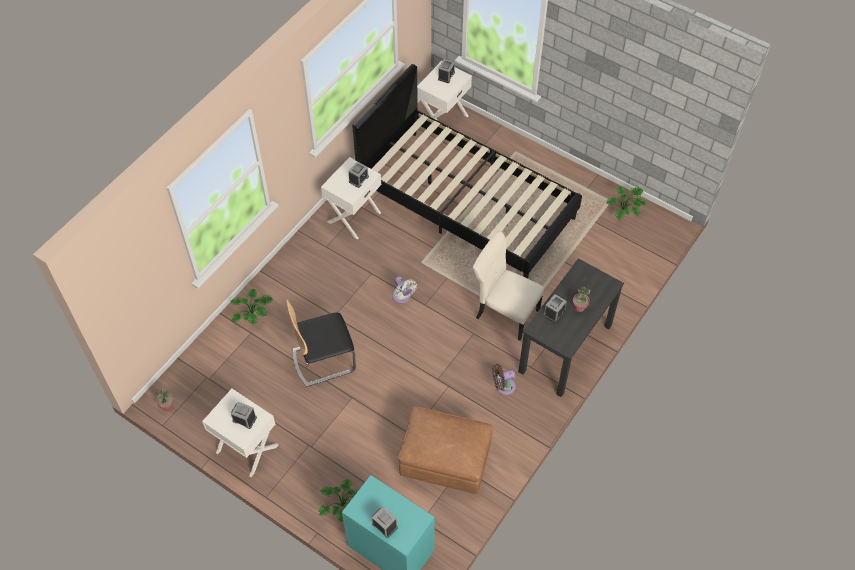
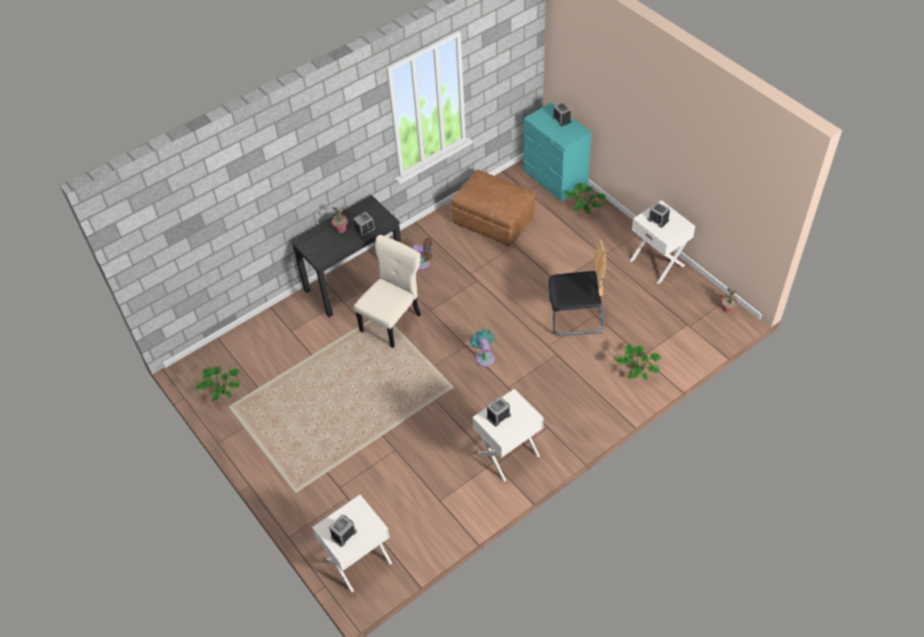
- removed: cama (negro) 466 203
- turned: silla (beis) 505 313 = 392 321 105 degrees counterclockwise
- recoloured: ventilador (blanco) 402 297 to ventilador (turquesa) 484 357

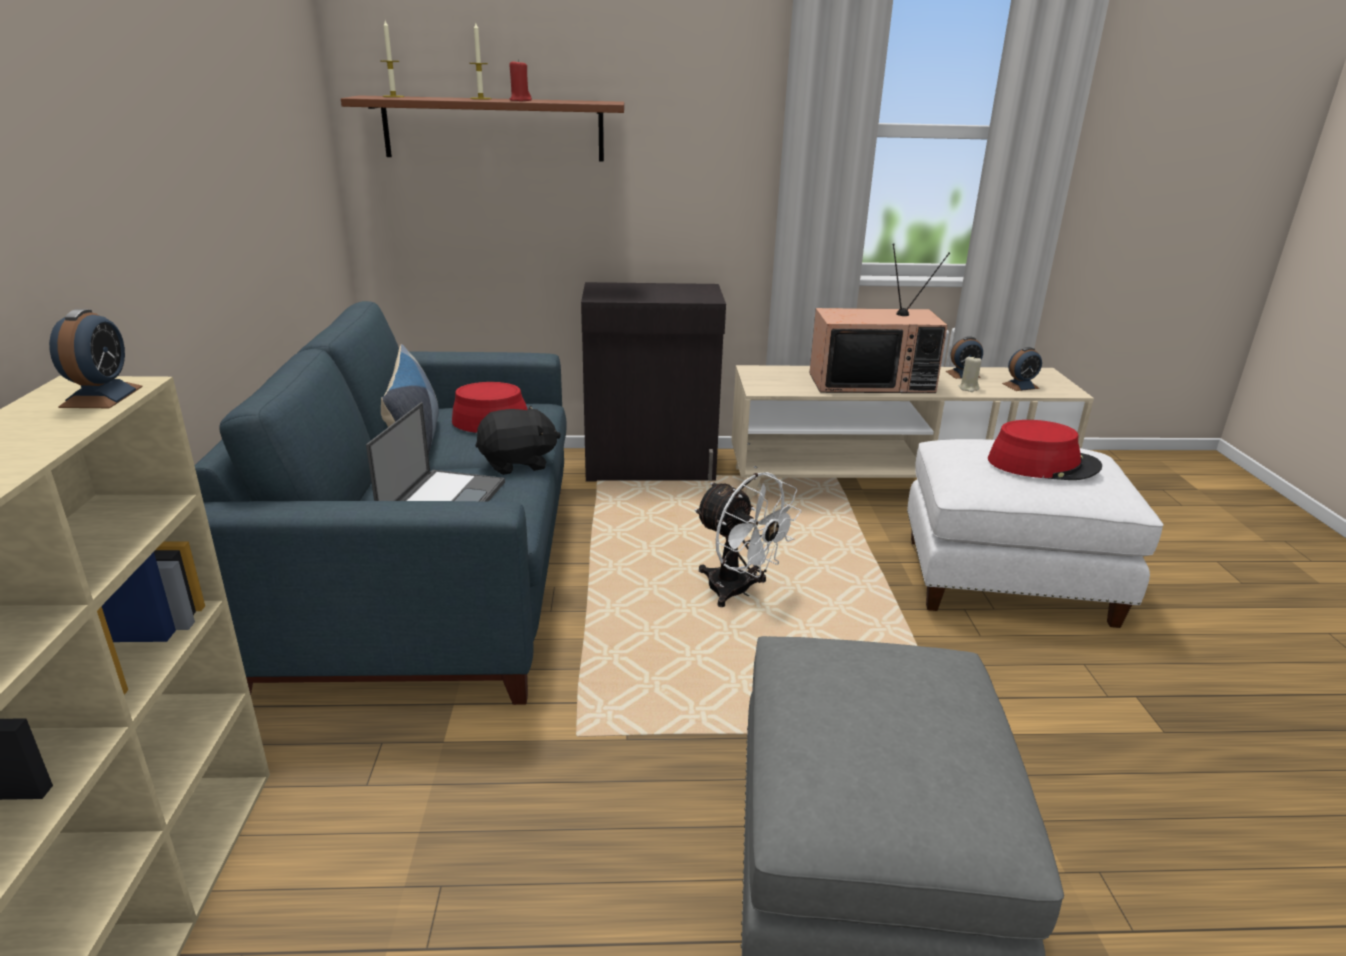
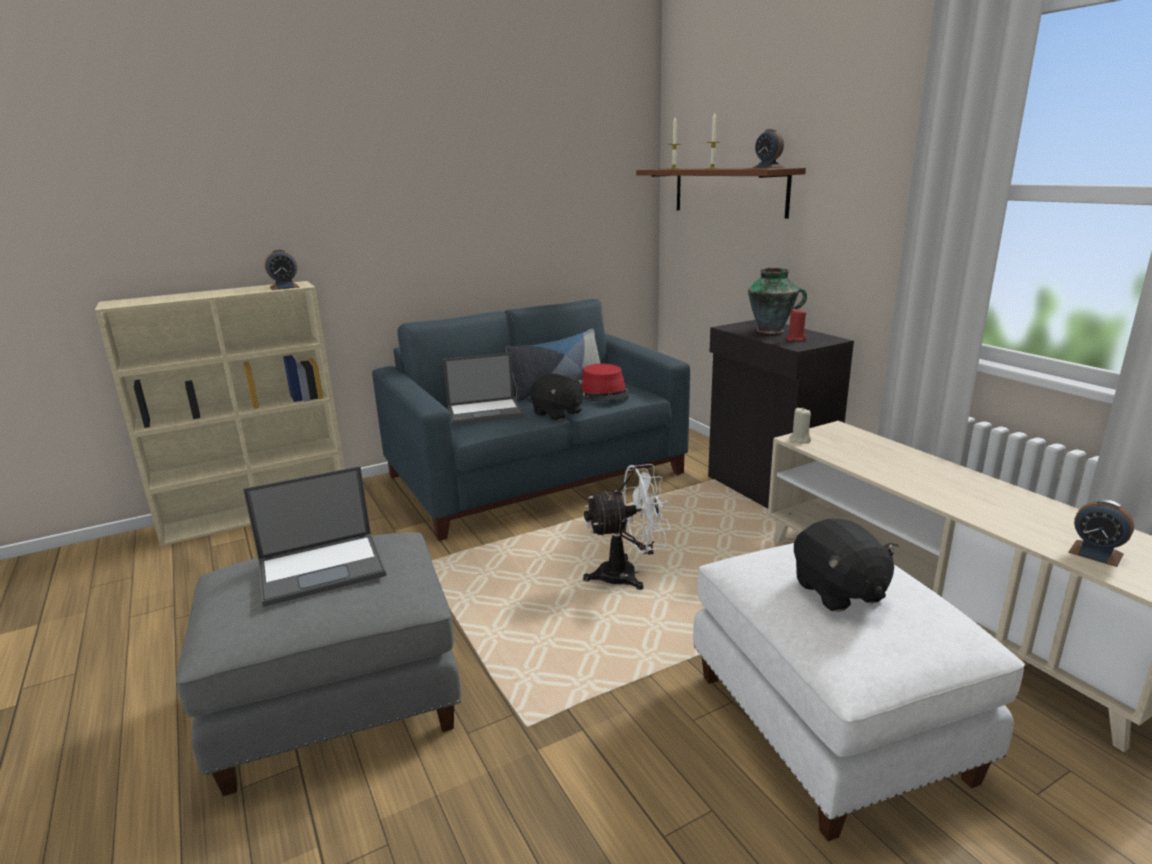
- moved: vela (rojo) 520 100 to 795 339
- removed: televisor 872 382
- moved: despertador 963 374 to 768 167
- moved: vela (beis) 968 388 to 799 440
- replaced: sombrero (rojo) 1043 464 to peluche (negro) 838 591
- turned: ventilador (blanco) 738 591 = 628 575 120 degrees counterclockwise
- added: florero 772 330
- added: portátil 323 567

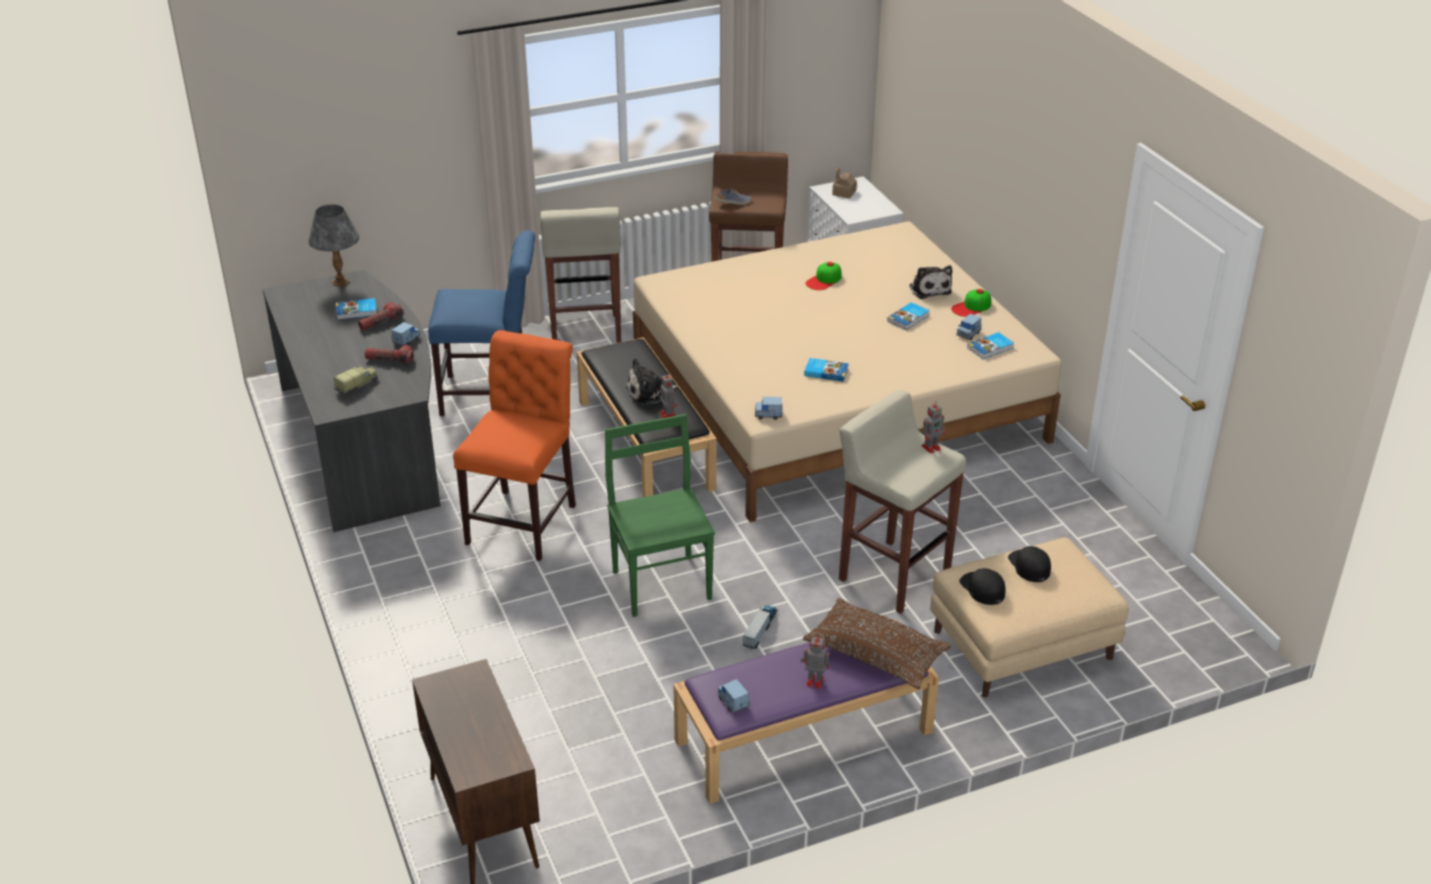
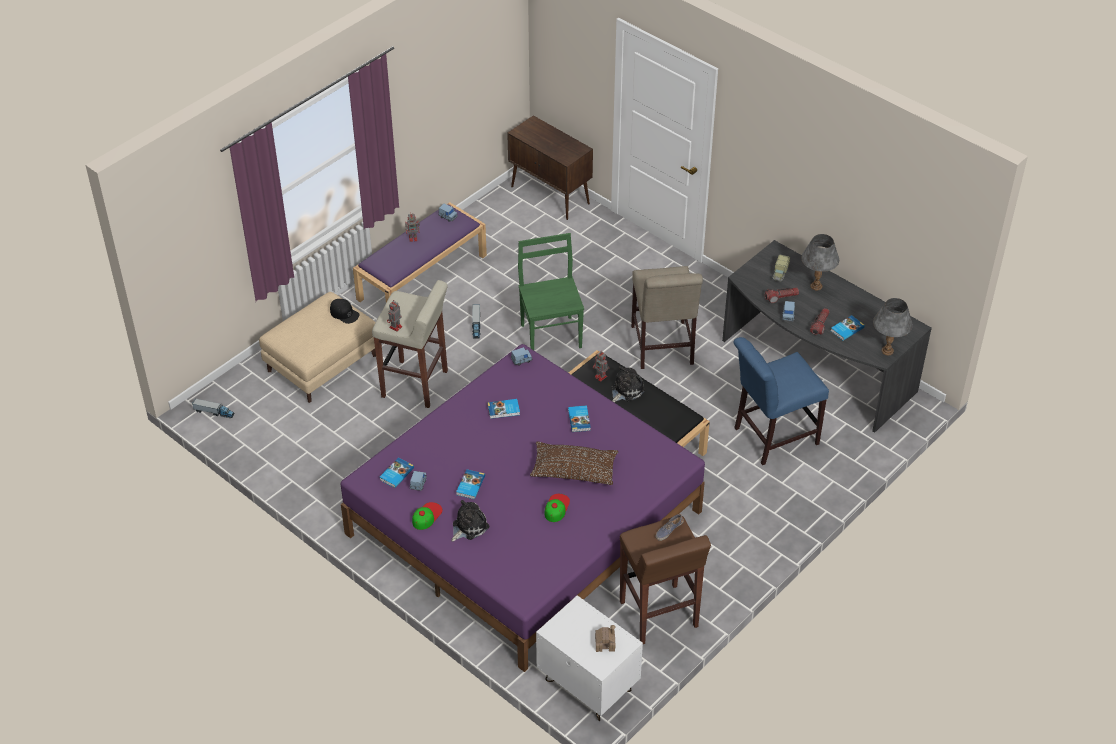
- removed: taburete (beis) 585 333
- recoloured: cama (beis) 835 398 to cama (morado) 524 522
- turned: peluche 929 289 = 468 526 90 degrees clockwise
- recoloured: silla (naranja) 525 520 to silla (beis) 662 348
- turned: silla (verde) 661 583 = 551 335 150 degrees counterclockwise
- removed: gorra (negro) 1029 565
- moved: cojín (marrón) 876 655 to 574 470
- added: lámpara de mesa (gris) 816 286
- added: camión de juguete 214 412
- added: libro 579 420

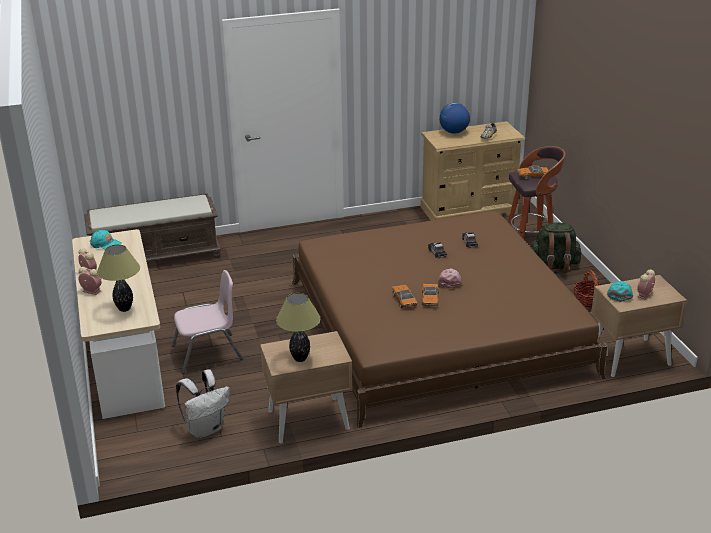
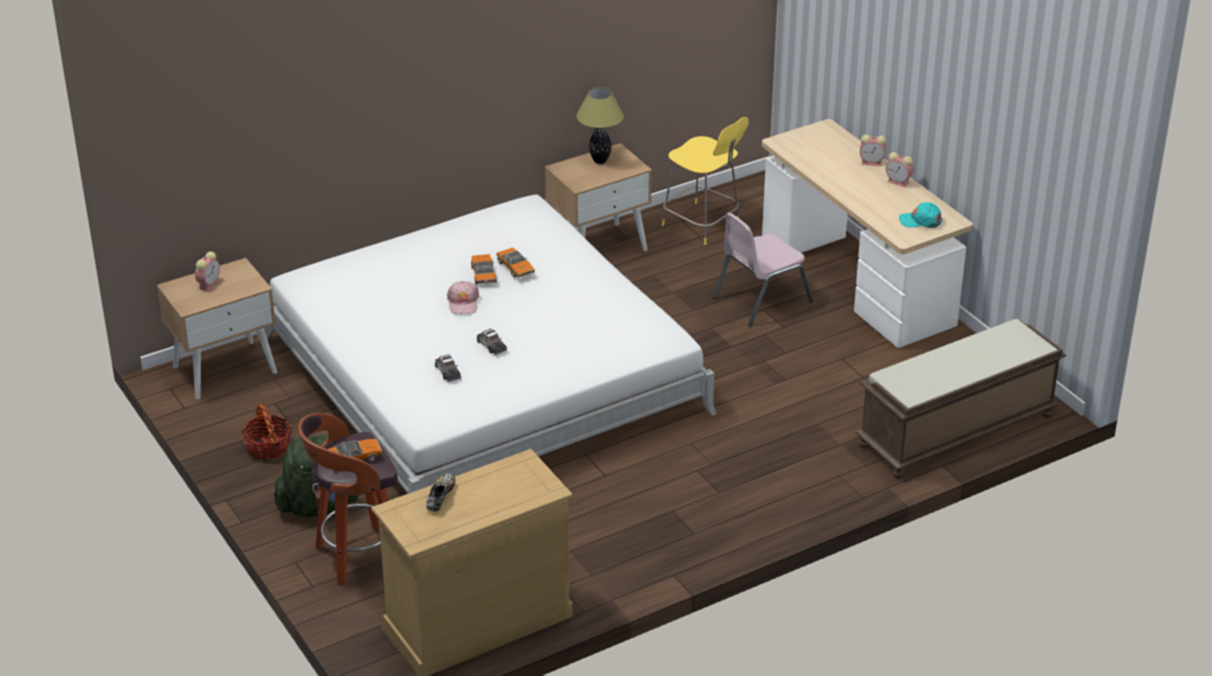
- removed: globo terráqueo 454 132
- recoloured: cama (marrón) 437 327 to cama (blanco) 482 375
- removed: lámpara de mesa 124 308
- removed: gorra (turquesa) 619 293
- replaced: mochila (blanco) 206 428 to taburete (amarillo) 702 225

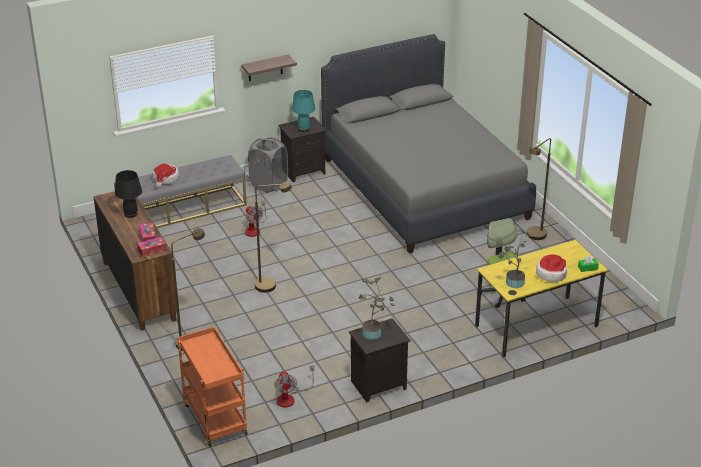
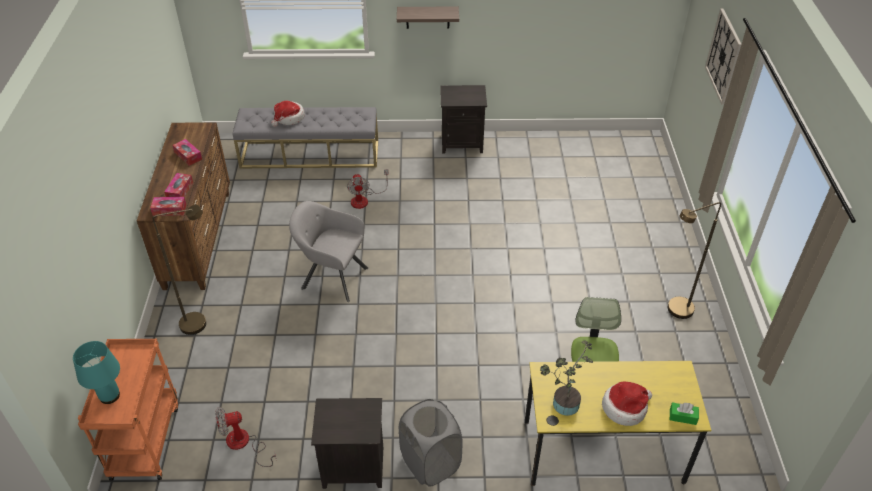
- removed: cama (gris) 424 188
- moved: lámpara de mesa (turquesa) 304 129 to 110 396
- moved: cesto de la ropa (gris) 269 184 to 430 463
- replaced: lámpara de mesa (negro) 131 214 to caja de pañuelos 188 156
- replaced: lámpara de pie (marrón) 271 285 to sillón (gris) 332 277
- removed: planta en maceta 374 333
- turned: ventilador 290 397 = 244 444 60 degrees clockwise
- added: reloj de pared 723 56

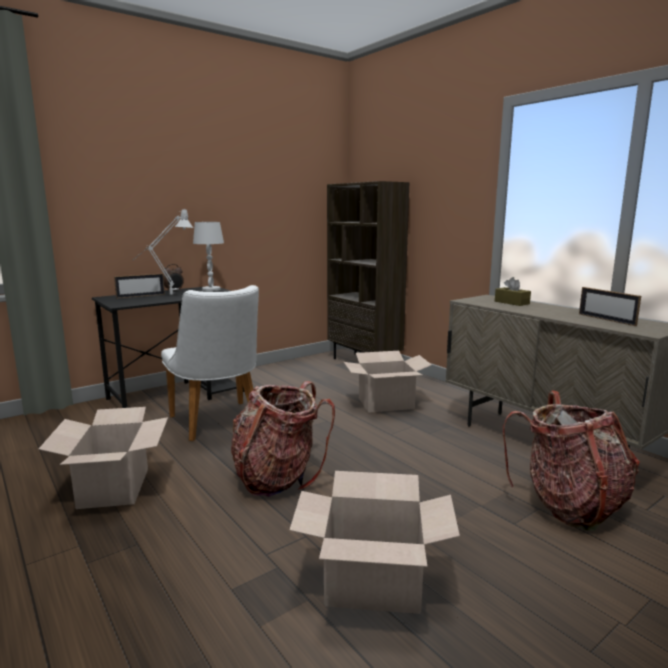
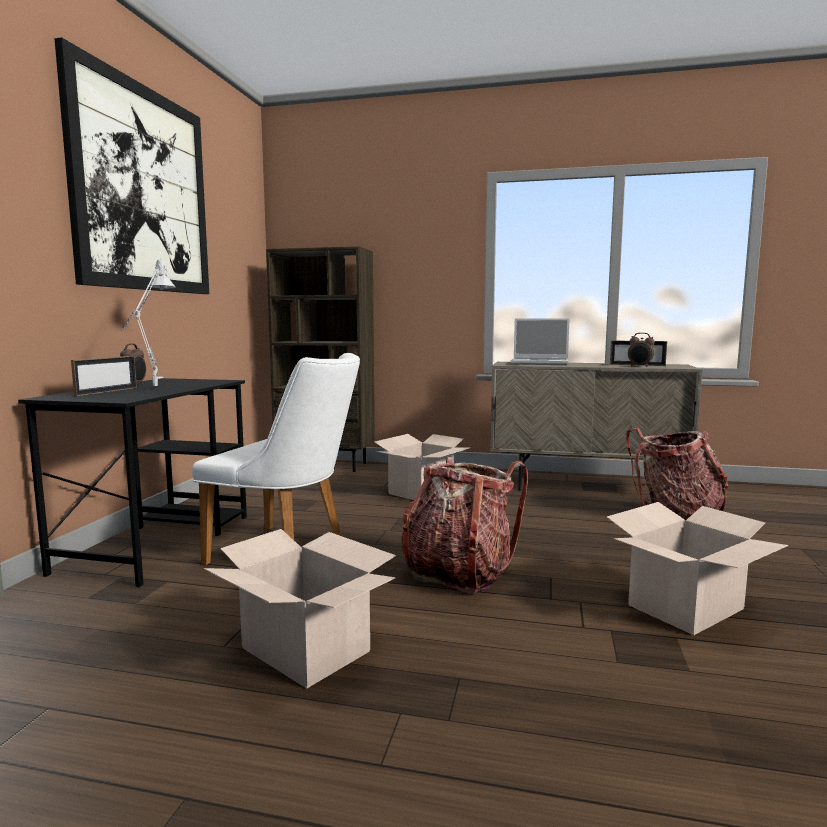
- removed: lámpara de mesa (blanco) 211 289
- replaced: caja de pañuelos (marrón) 511 302 to portátil 540 363
- added: cuadro 143 190
- added: despertador 640 366

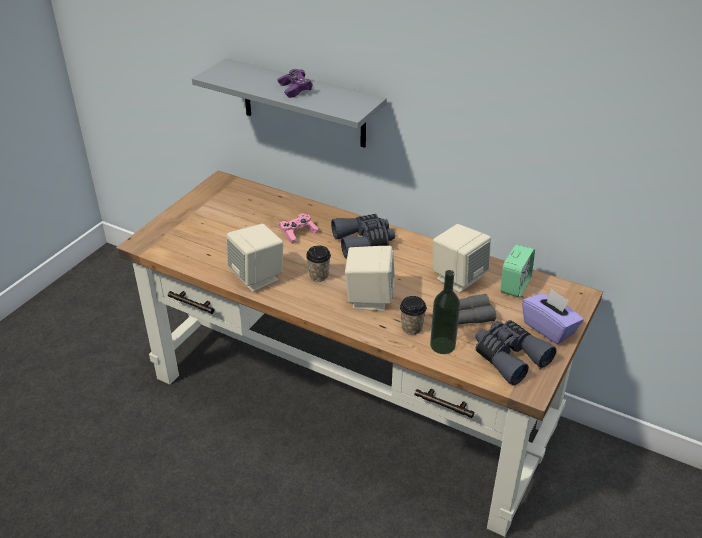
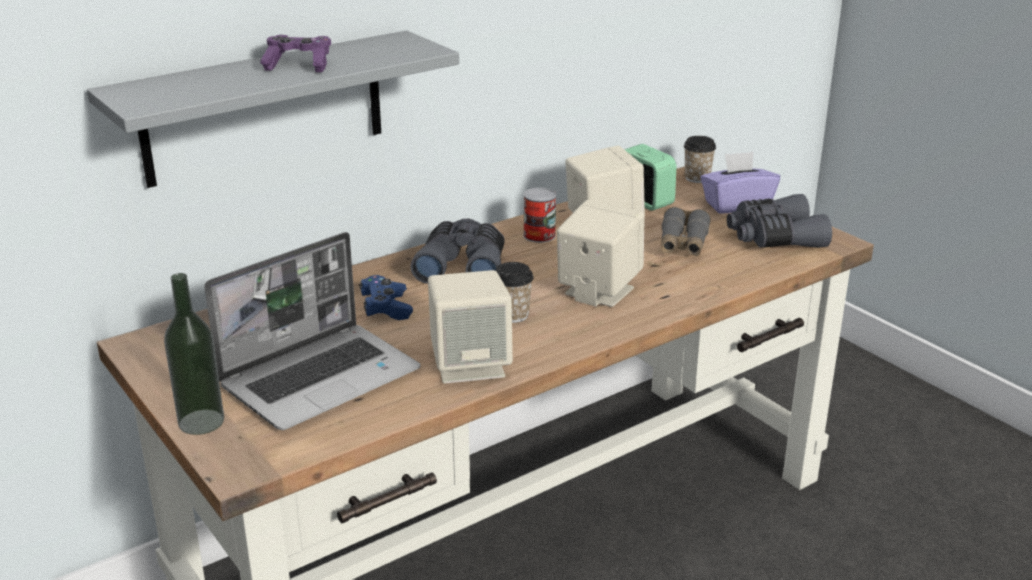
- recoloured: mando de consola (rosa) 298 233 to mando de consola (azul) 386 308
- moved: botella 442 345 to 201 422
- moved: taza 411 328 to 697 178
- added: lata 539 235
- added: portátil 321 377

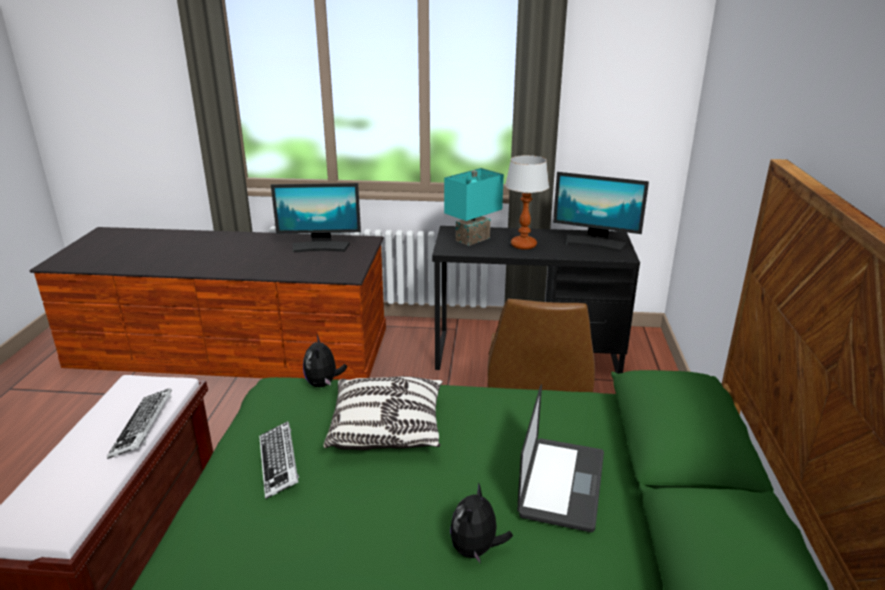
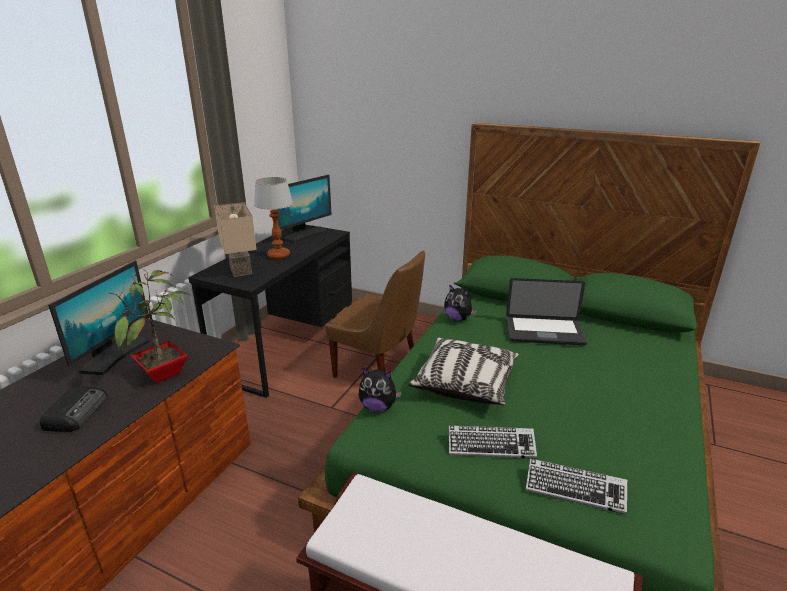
- recoloured: lámpara de mesa (turquesa) 472 238 to lámpara de mesa (beis) 239 270
- turned: portátil 562 484 = 544 332 150 degrees clockwise
- moved: teclado 143 427 to 574 490
- moved: peluche 476 550 to 458 319
- added: planta en maceta 164 375
- added: radio 77 412

